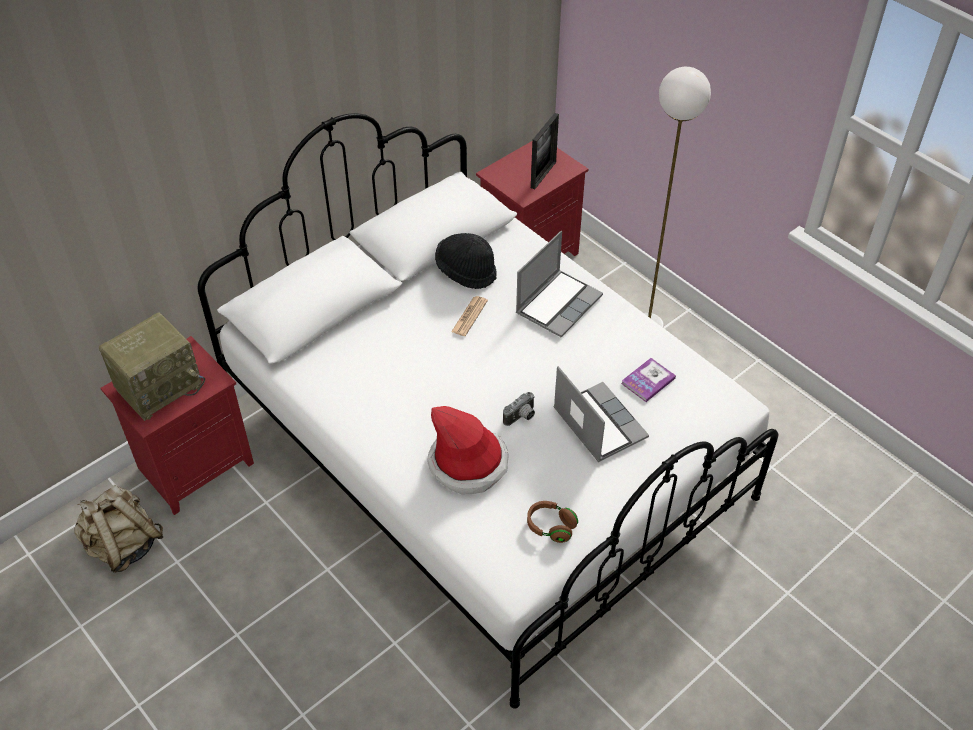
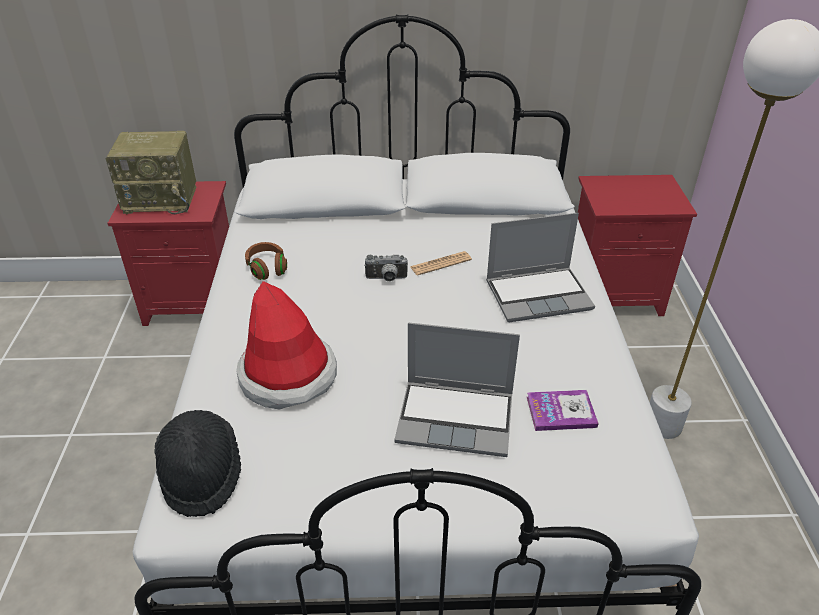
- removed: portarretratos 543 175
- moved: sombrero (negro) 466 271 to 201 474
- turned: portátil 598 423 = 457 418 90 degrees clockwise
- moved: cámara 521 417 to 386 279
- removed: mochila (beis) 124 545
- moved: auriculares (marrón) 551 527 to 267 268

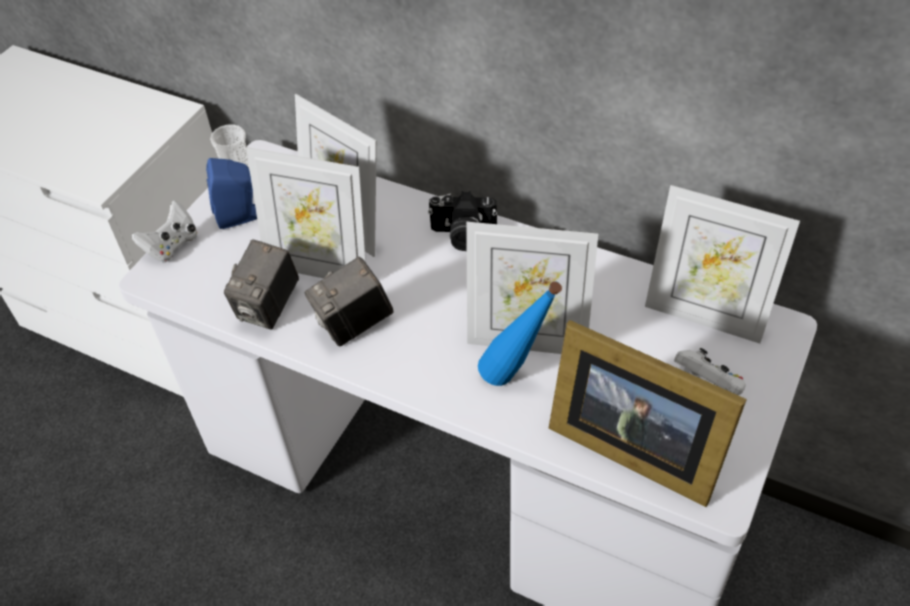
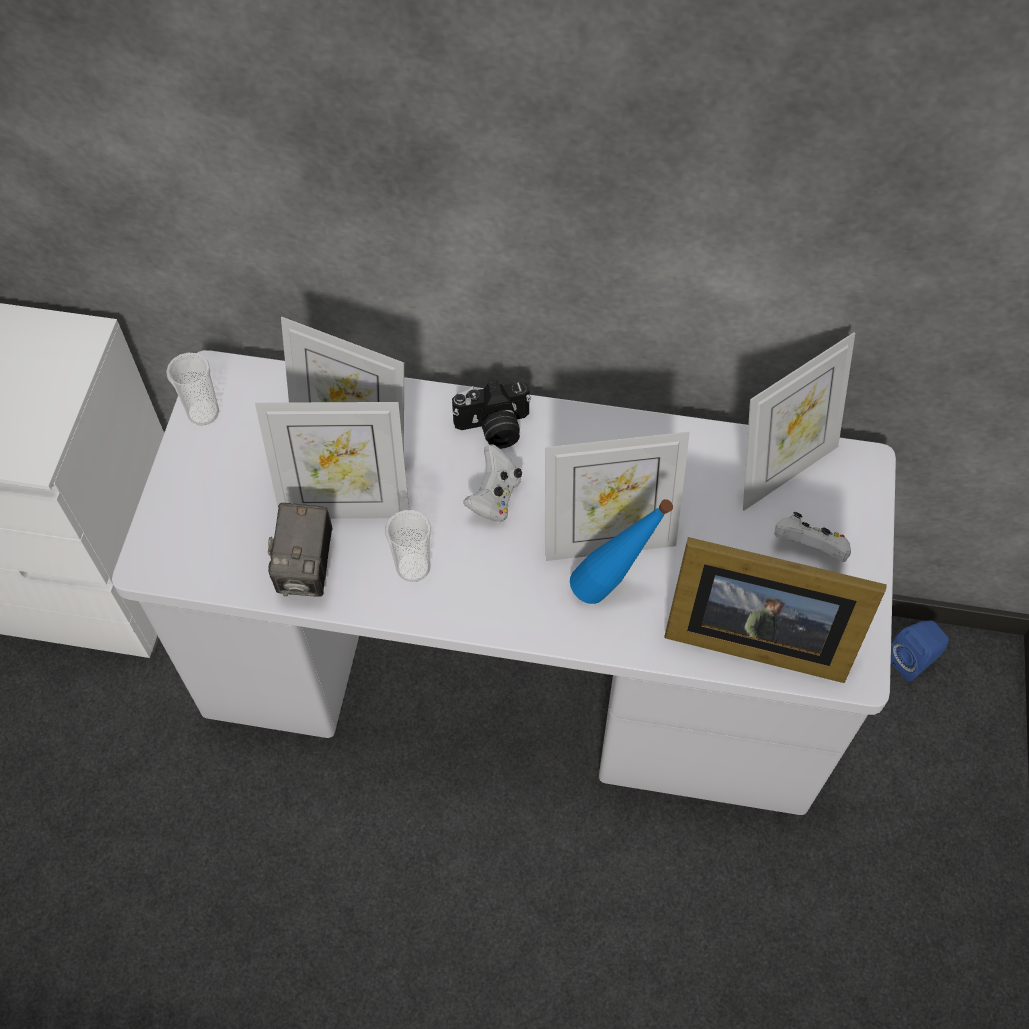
- moved: altavoz (azul) 240 216 to 913 660
- turned: portarretratos 705 315 = 782 469 45 degrees counterclockwise
- moved: mando de consola (blanco) 172 245 to 494 497
- replaced: cámara 354 324 to taza 413 567

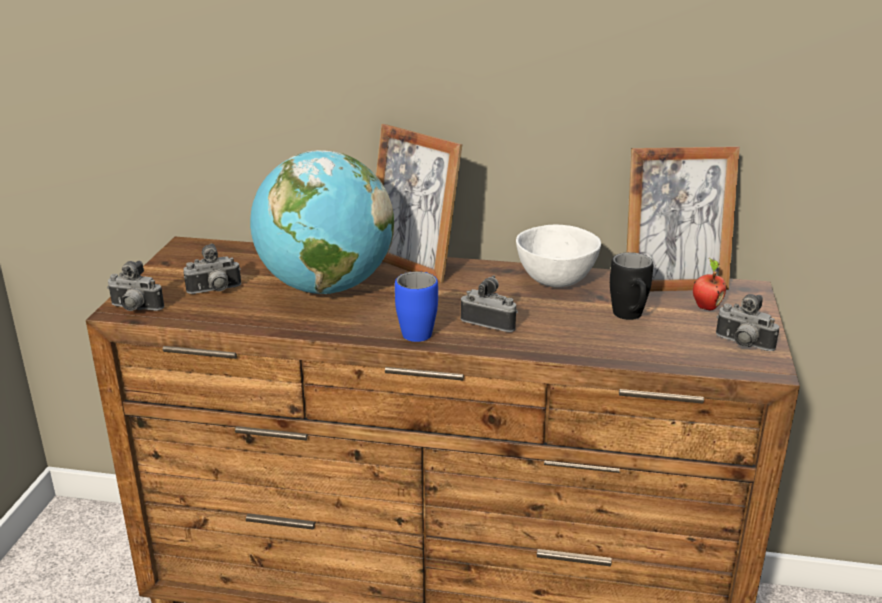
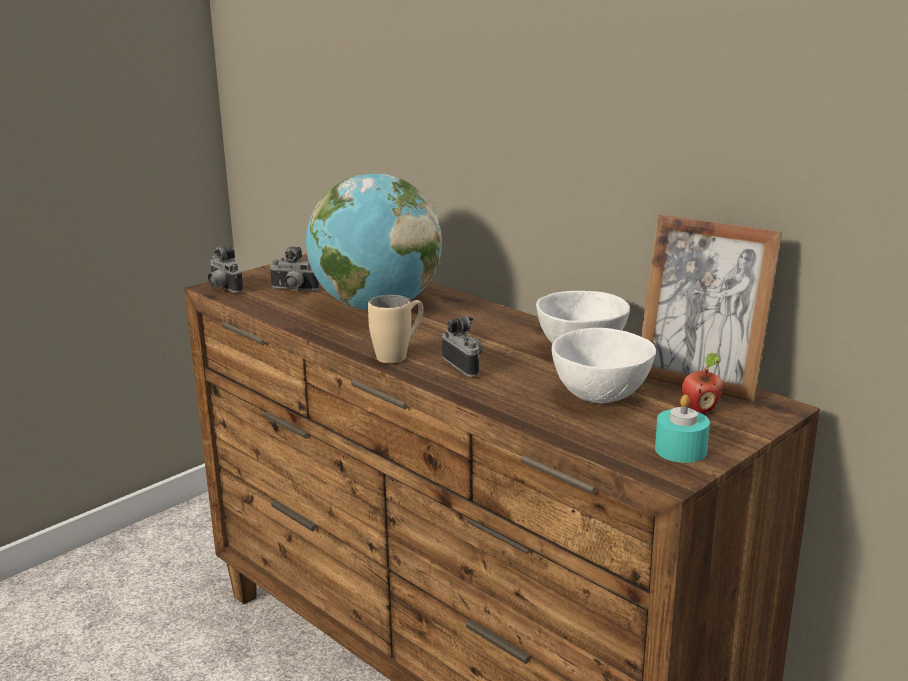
- removed: portarretratos 413 264
- replaced: taza grande (negro) 630 318 to cuenco (blanco) 602 397
- recoloured: taza grande (azul) 419 329 to taza grande (beis) 399 355
- replaced: cámara 742 345 to vela (turquesa) 680 450

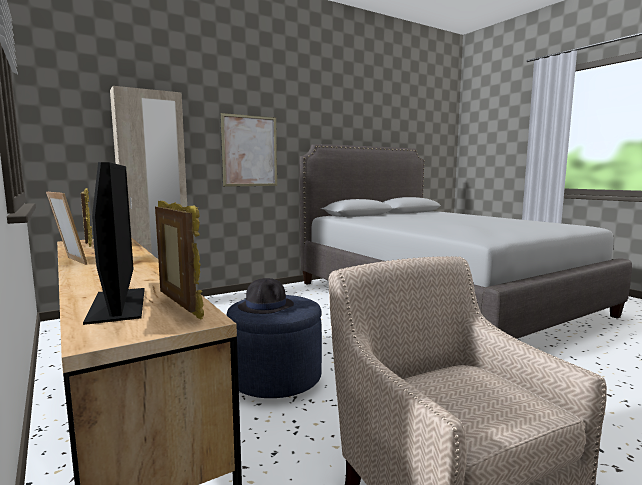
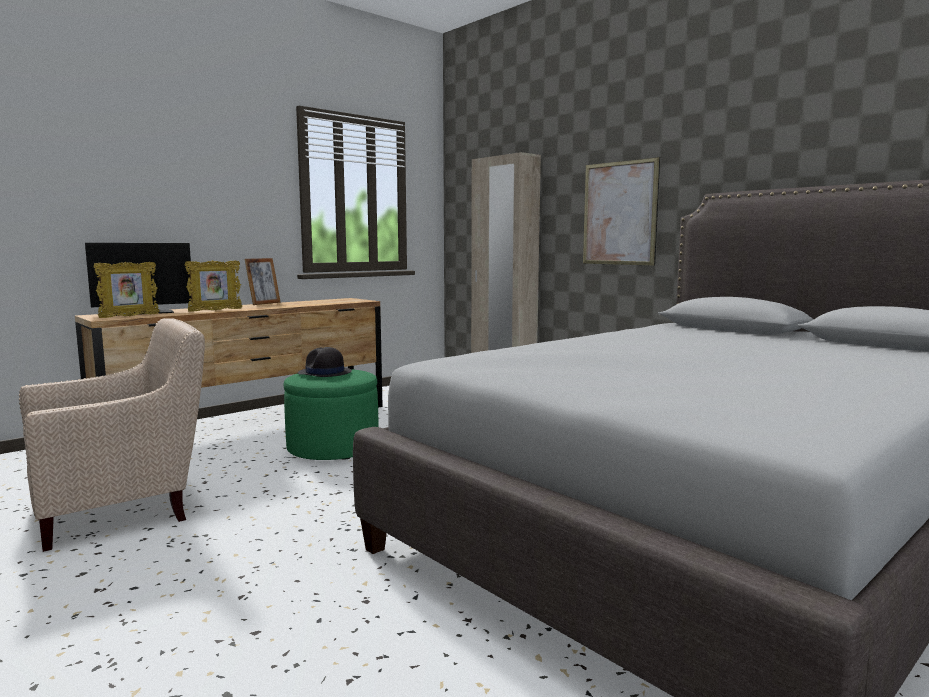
- moved: portarretratos 89 243 to 215 310
- recoloured: puf (azul) 275 377 to puf (verde) 333 448

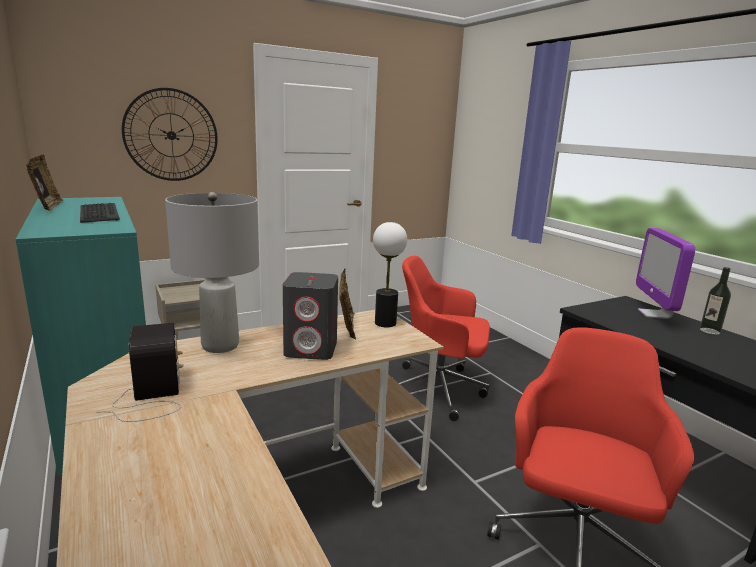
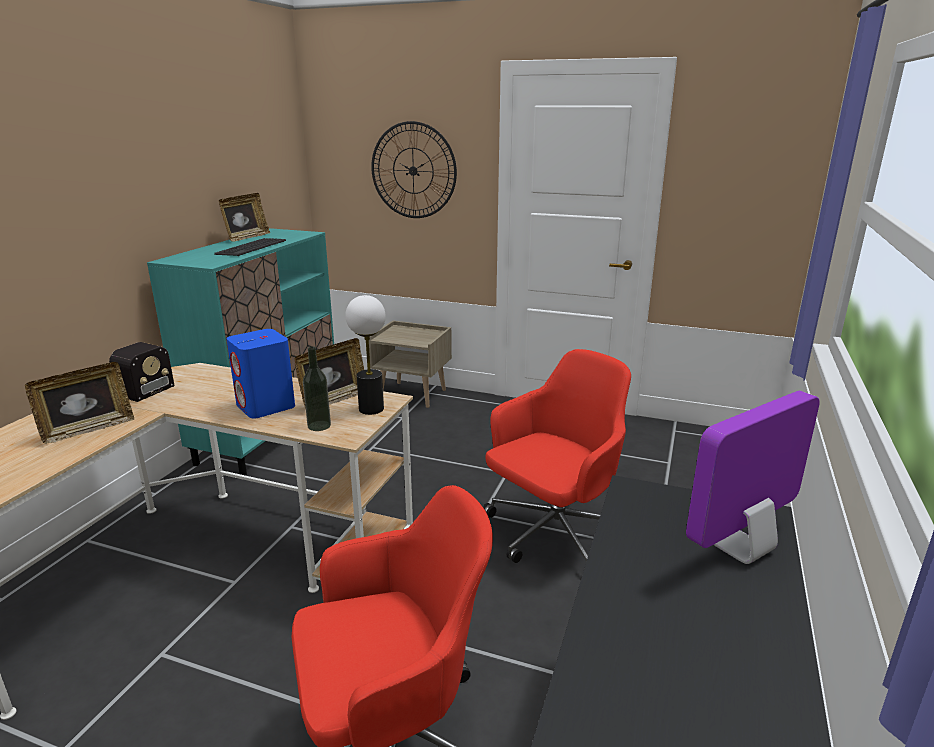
- removed: lámpara de mesa (gris) 220 346
- turned: silla de oficina (rojo) 440 389 = 553 534 75 degrees clockwise
- moved: botella 709 331 to 319 426
- recoloured: altavoz (gris) 311 349 to altavoz (azul) 266 406
- added: portarretratos 88 429

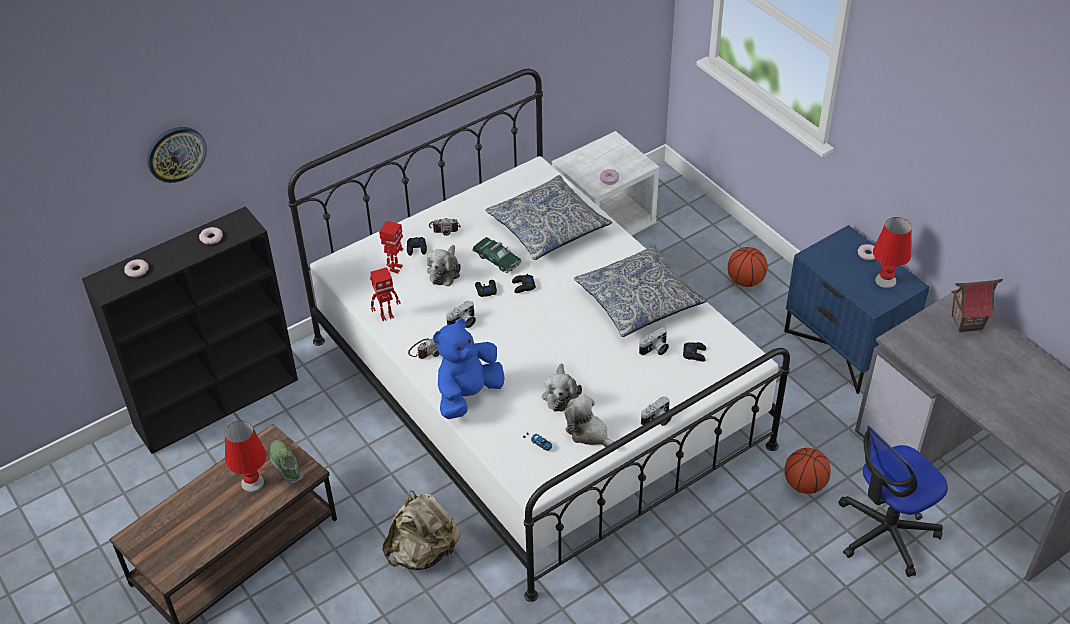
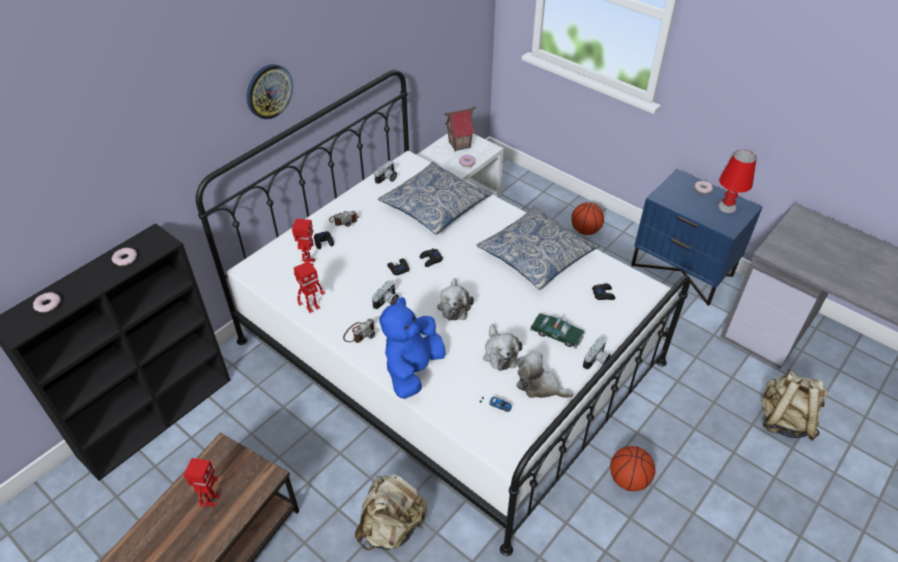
- moved: reloj de pared 176 153 to 269 91
- moved: coche de juguete 497 259 to 556 334
- moved: peluche 444 271 to 454 305
- moved: casita 966 322 to 459 145
- moved: cámara 655 349 to 387 179
- replaced: lámpara de mesa (rojo) 252 482 to robot de juguete 212 500
- replaced: silla de oficina 886 533 to mochila (beis) 784 420
- removed: zapato 286 465
- moved: balón de baloncesto 805 484 to 628 479

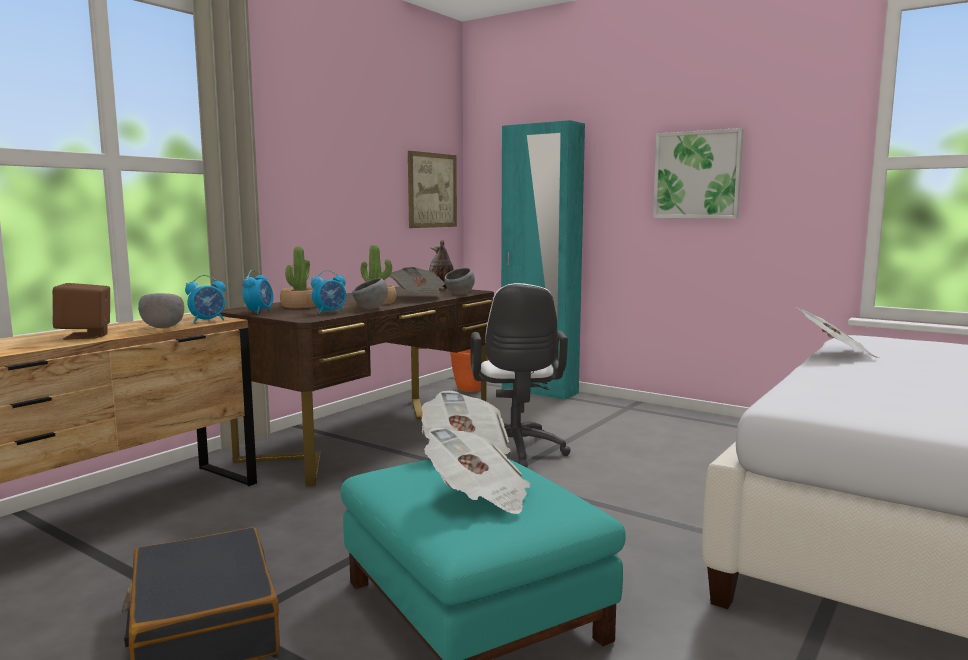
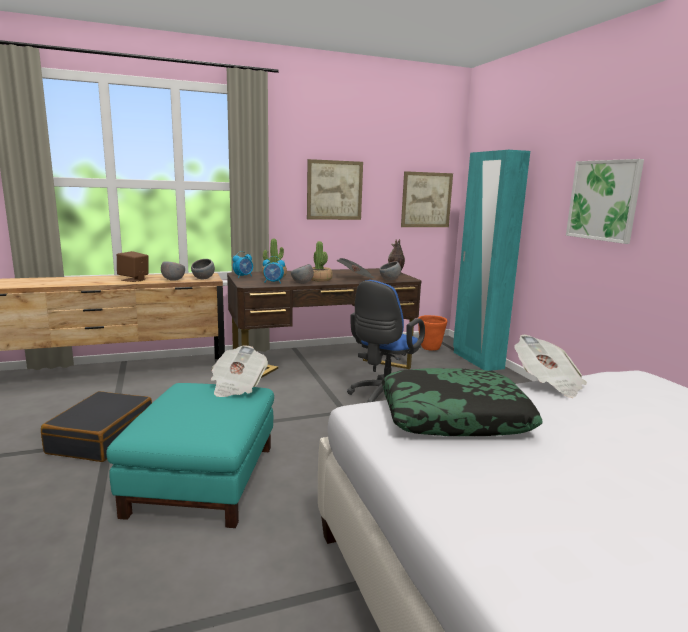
- replaced: despertador 208 321 to cuenco (gris) 203 279
- recoloured: silla de oficina (blanco) 516 453 to silla de oficina (azul) 383 399
- removed: periódico 479 497
- added: cuadro 334 190
- added: cojín 453 417

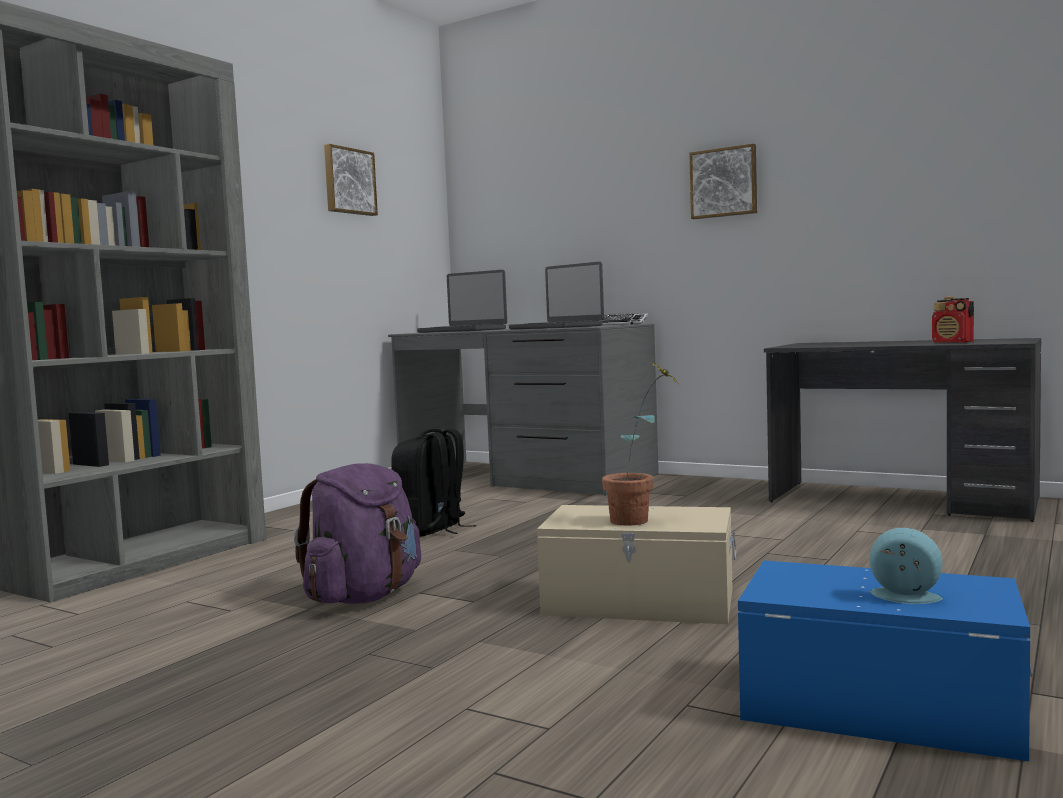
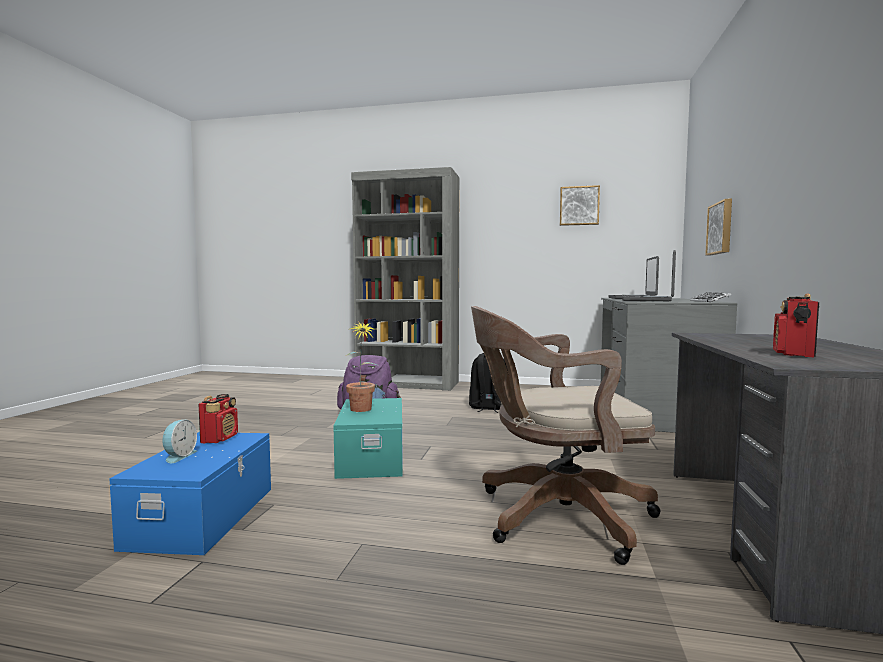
- moved: cuadro 724 182 to 721 228
- recoloured: caja de almacenaje (beis) 640 602 to caja de almacenaje (turquesa) 370 458
- added: silla de oficina (marrón) 554 516
- added: radio 220 438

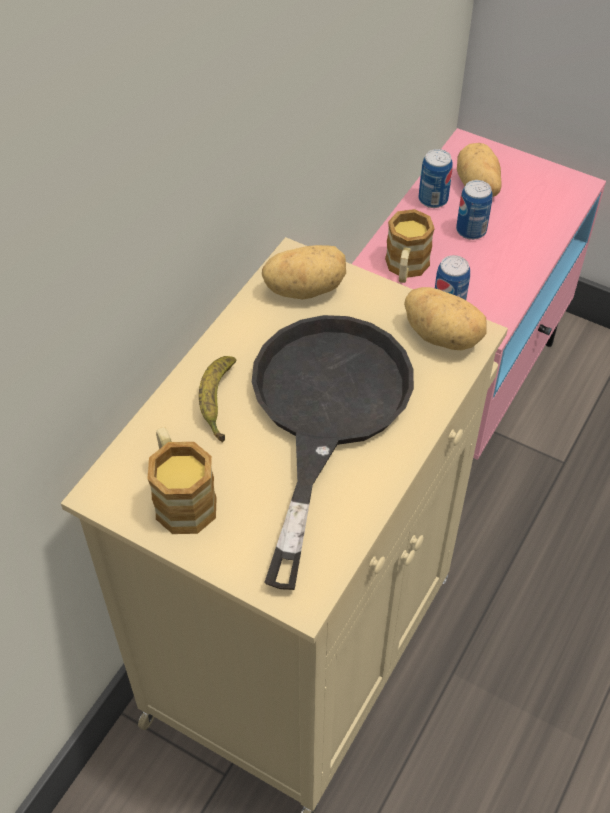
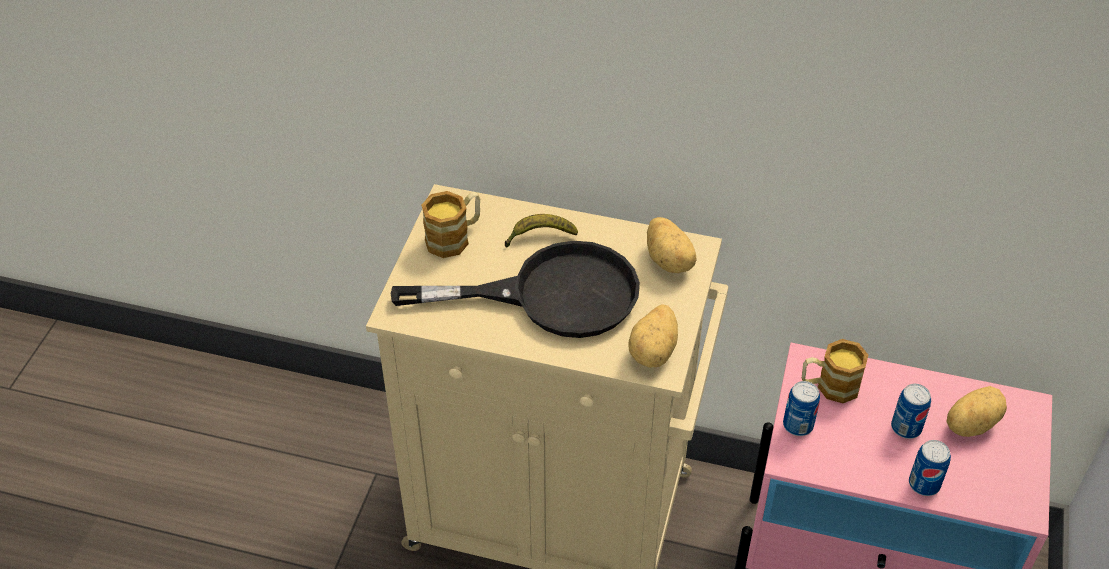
- moved: lata 433 199 to 924 484

